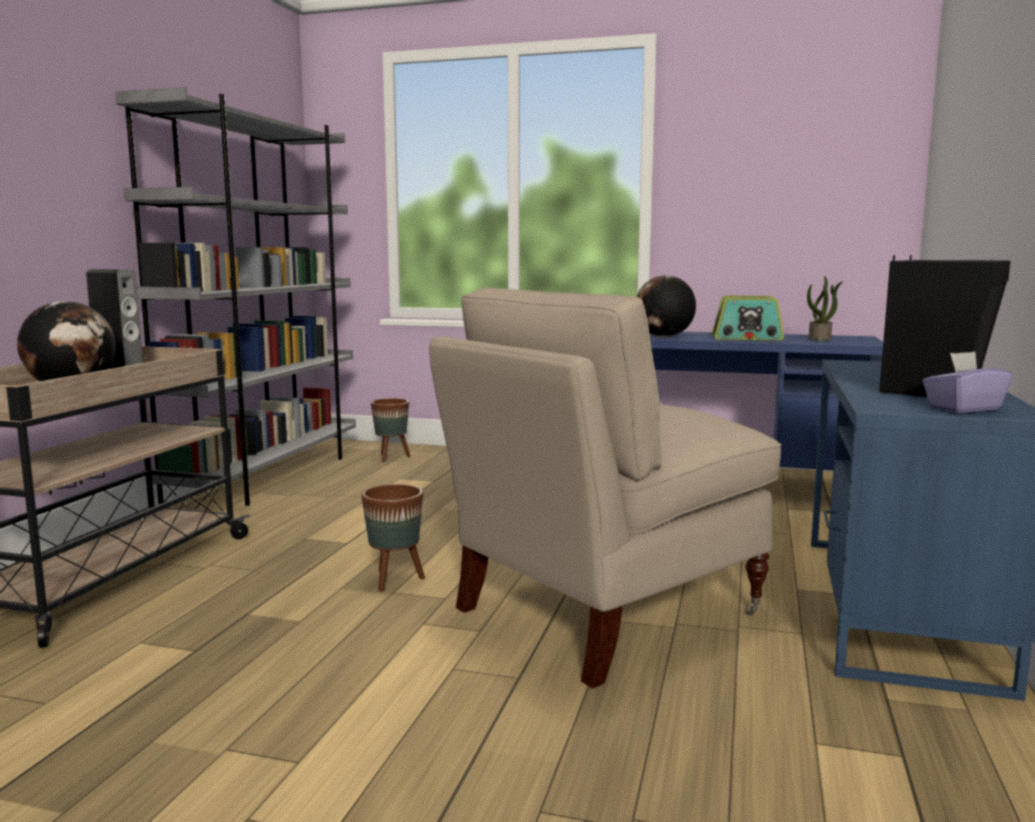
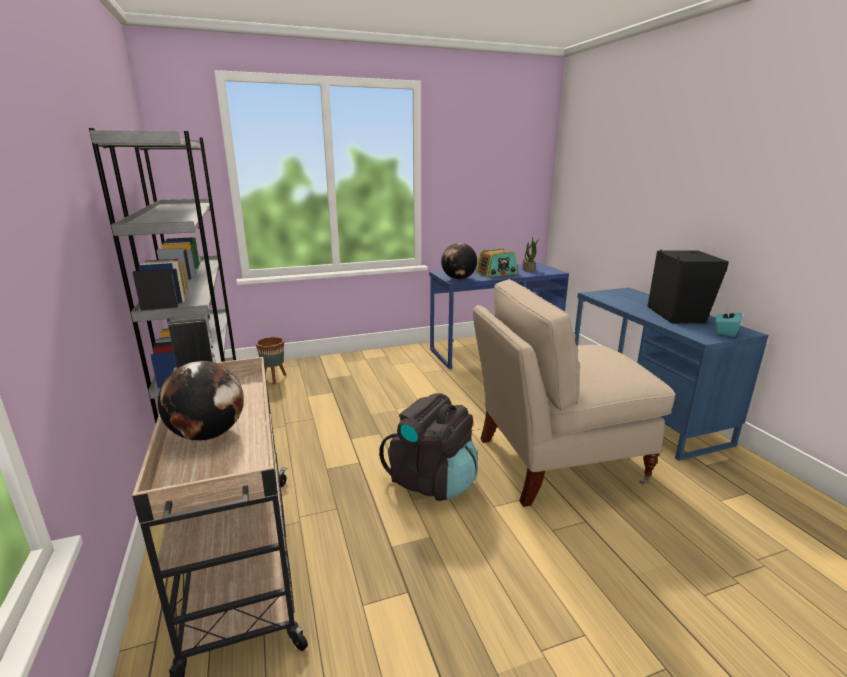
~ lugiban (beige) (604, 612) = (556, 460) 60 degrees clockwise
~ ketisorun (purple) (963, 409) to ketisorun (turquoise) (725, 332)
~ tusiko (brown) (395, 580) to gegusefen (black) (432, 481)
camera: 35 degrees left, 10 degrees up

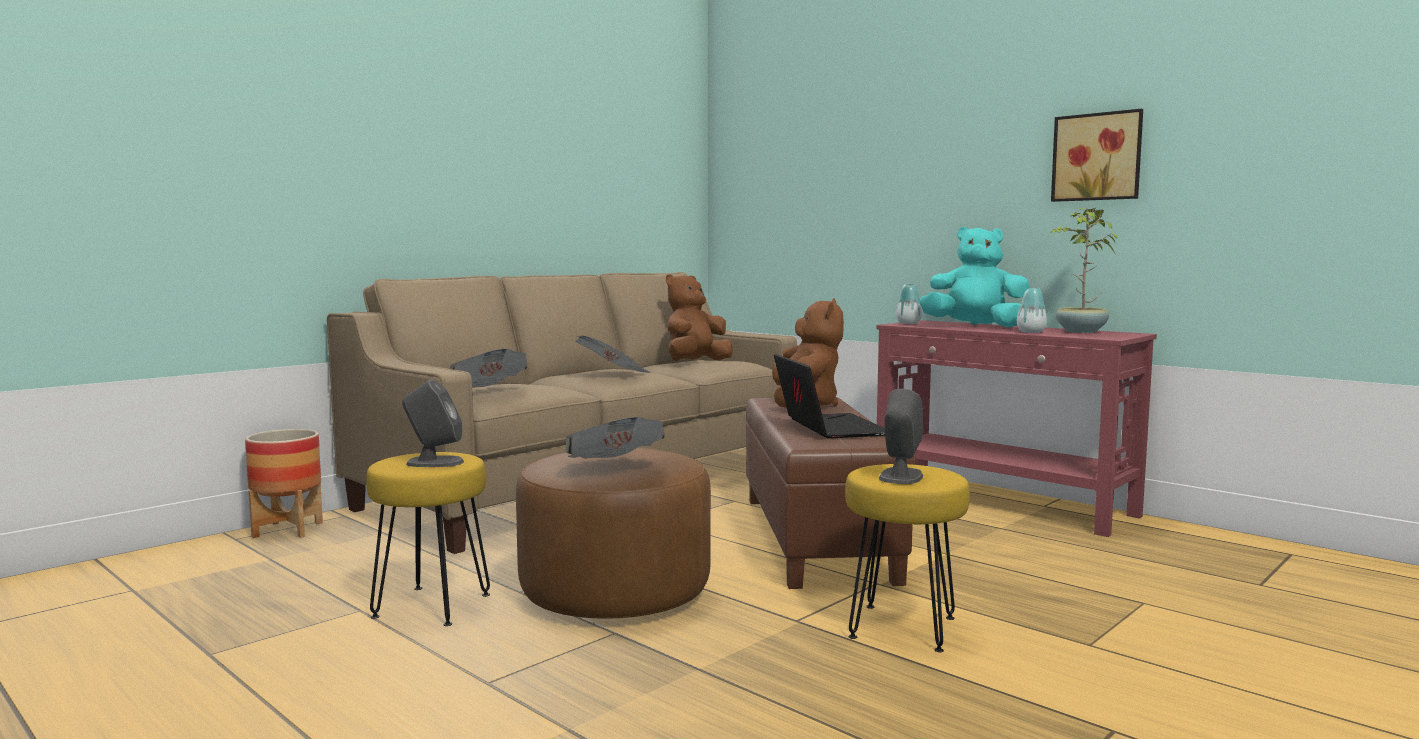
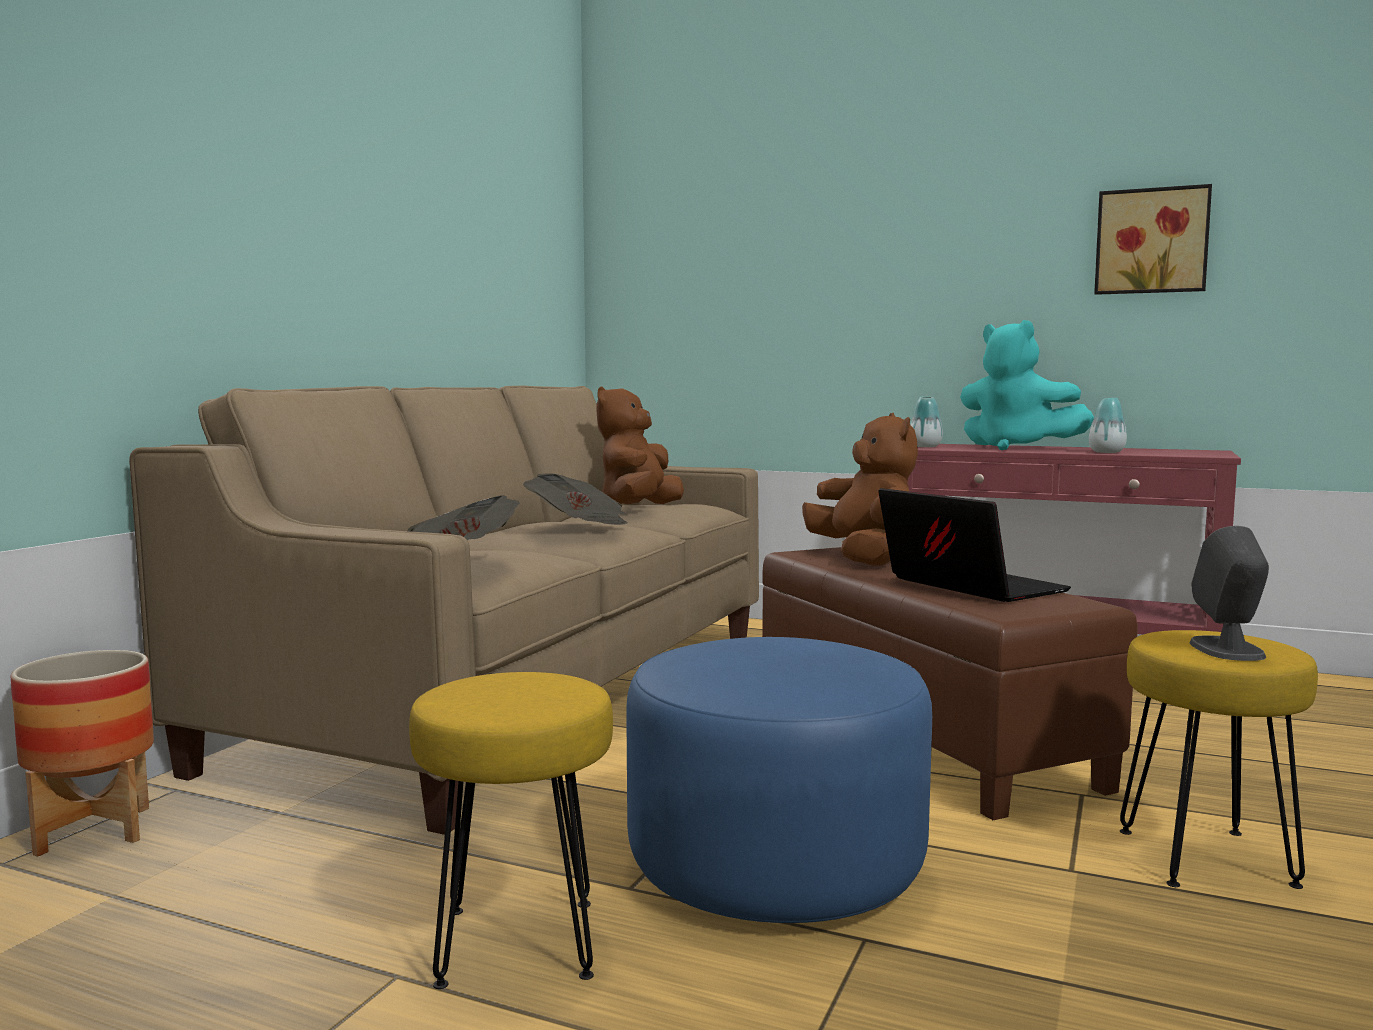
- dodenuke (1080, 331)
~ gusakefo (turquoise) (975, 327) = (1016, 448) 135 degrees counterclockwise
- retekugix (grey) (434, 462)
- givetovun (615, 468)
~ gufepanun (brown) (615, 592) to gufepanun (blue) (774, 866)
camera: 20 degrees left, 0 degrees up

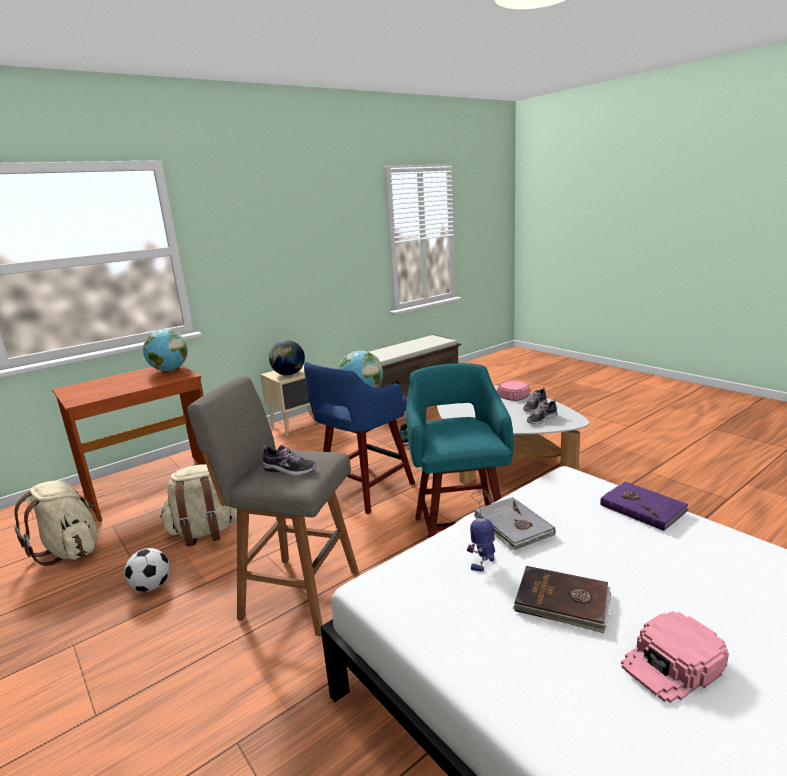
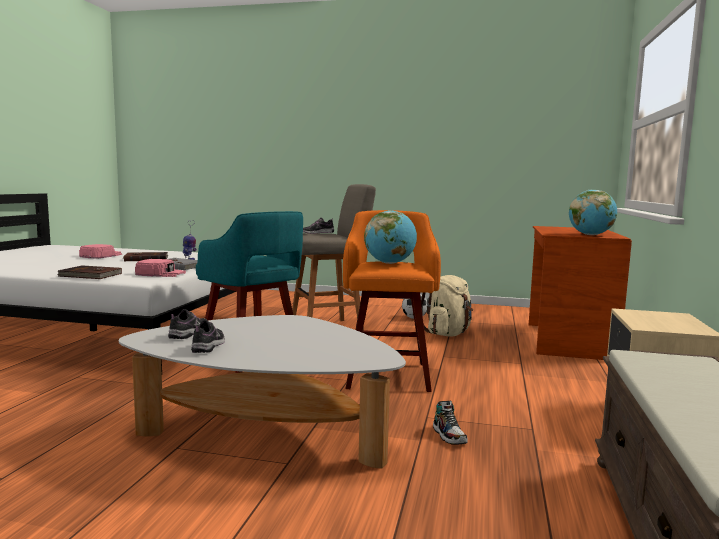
- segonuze (289, 374)
~ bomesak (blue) (364, 489) to bomesak (orange) (388, 374)
~ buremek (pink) (509, 394) to (161, 273)
- gegusefen (beige) (70, 550)
~ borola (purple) (642, 507) to borola (brown) (90, 275)
camera: 140 degrees right, 10 degrees down

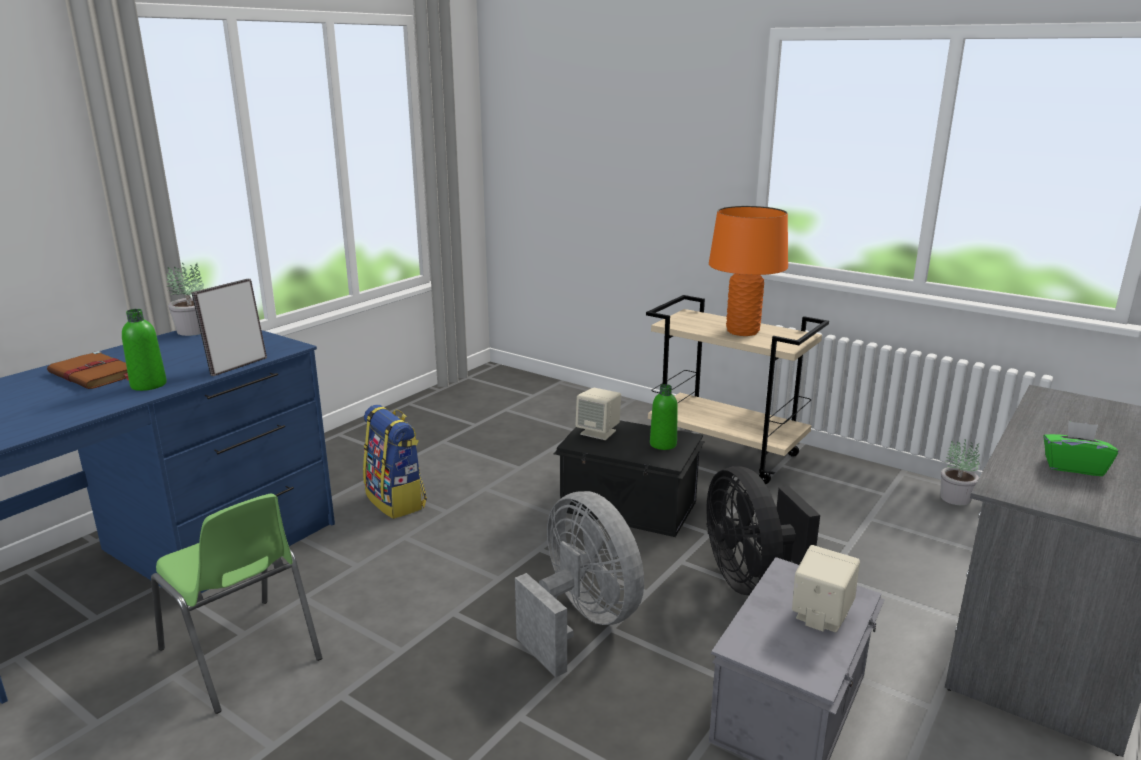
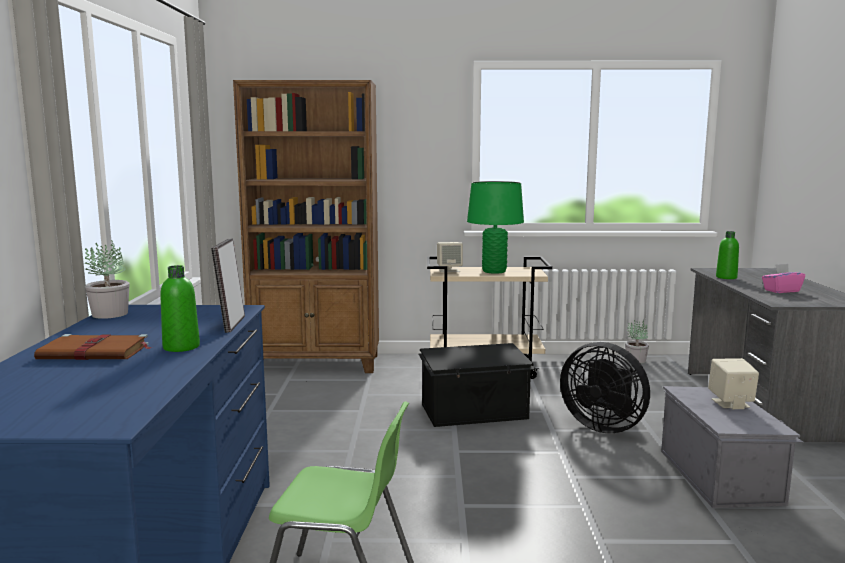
~ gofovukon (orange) (742, 331) to gofovukon (green) (494, 271)
~ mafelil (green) (663, 444) to (726, 277)
~ retekugix (beige) (598, 432) to (449, 270)
- gegusefen (397, 501)
~ ketisorun (green) (1073, 467) to ketisorun (pink) (781, 291)
- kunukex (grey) (581, 622)
+ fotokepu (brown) (317, 364)
camera: 35 degrees left, 10 degrees down

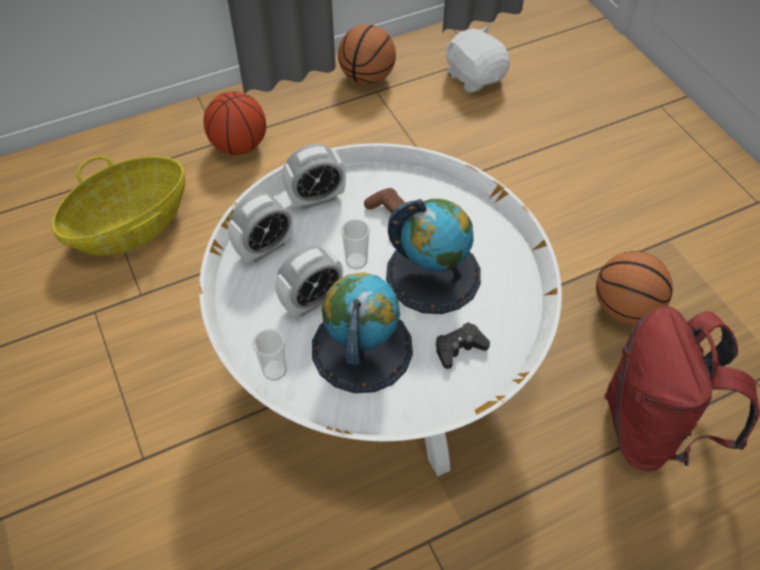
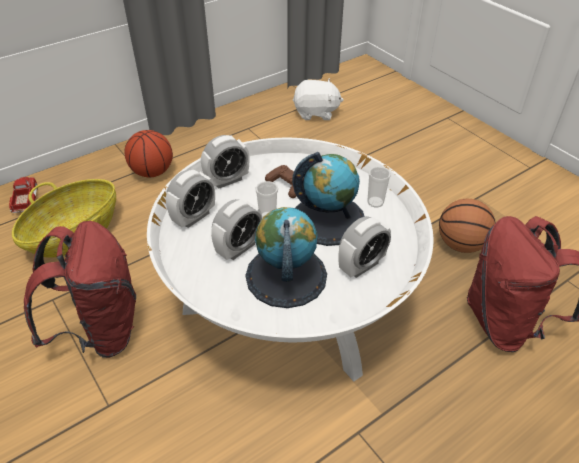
- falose (367, 78)
~ gusakefo (white) (475, 77) = (316, 113) 135 degrees clockwise
~ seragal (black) (459, 348) to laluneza (361, 266)
~ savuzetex (274, 370) to (375, 202)
+ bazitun (26, 199)
+ gegusefen (red) (101, 331)
camera: 10 degrees left, 10 degrees down

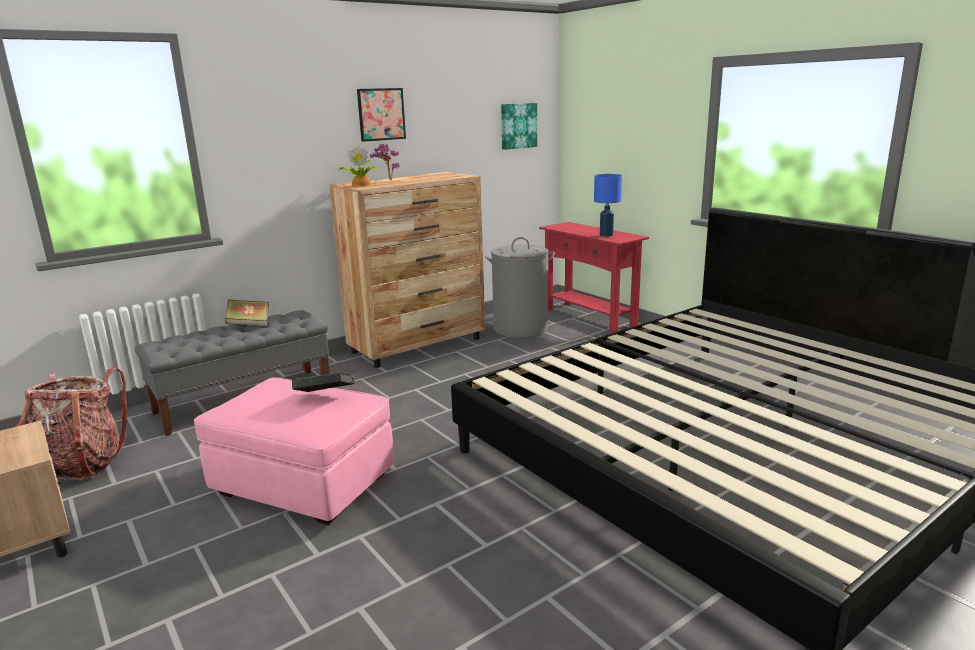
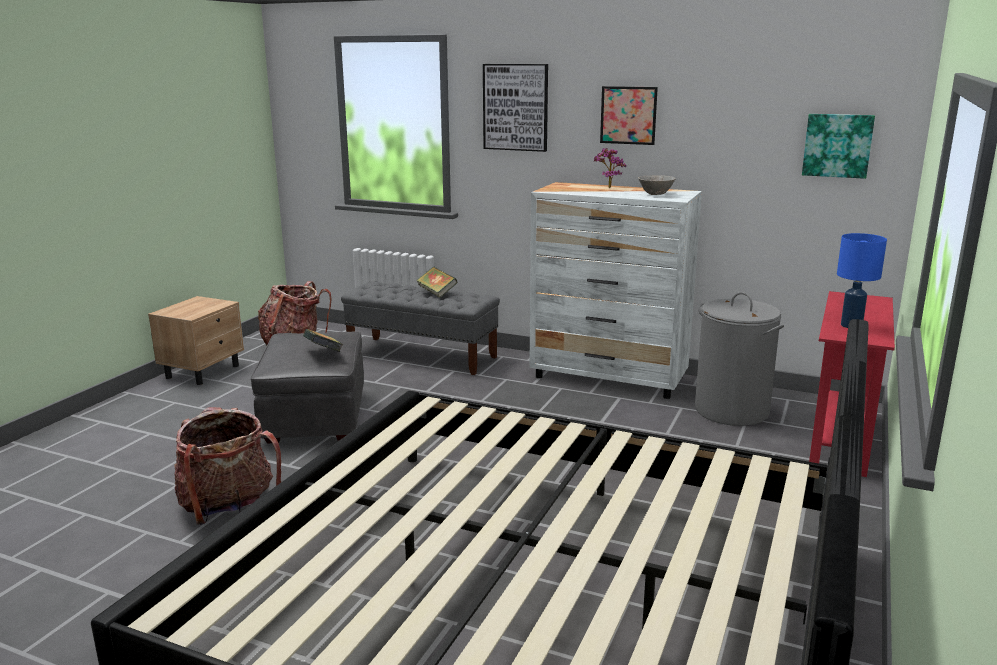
- dodenuke (360, 185)
~ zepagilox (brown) (418, 345) to zepagilox (white) (609, 378)
~ gufepanun (pink) (303, 484) to gufepanun (grey) (314, 417)
+ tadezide (516, 107)
+ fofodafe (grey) (655, 194)
+ gegusefen (228, 506)
camera: 60 degrees right, 0 degrees up

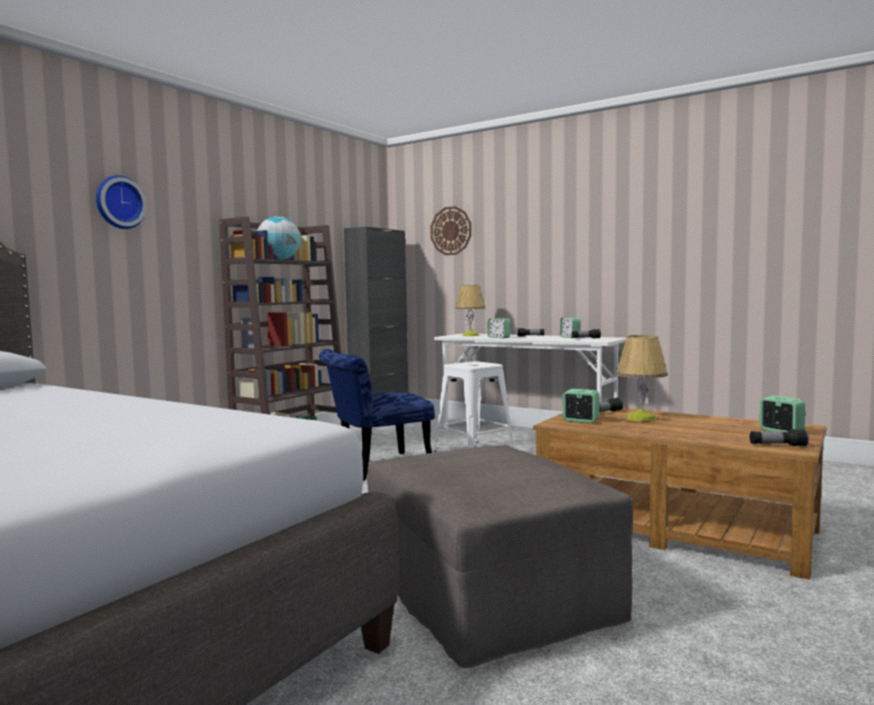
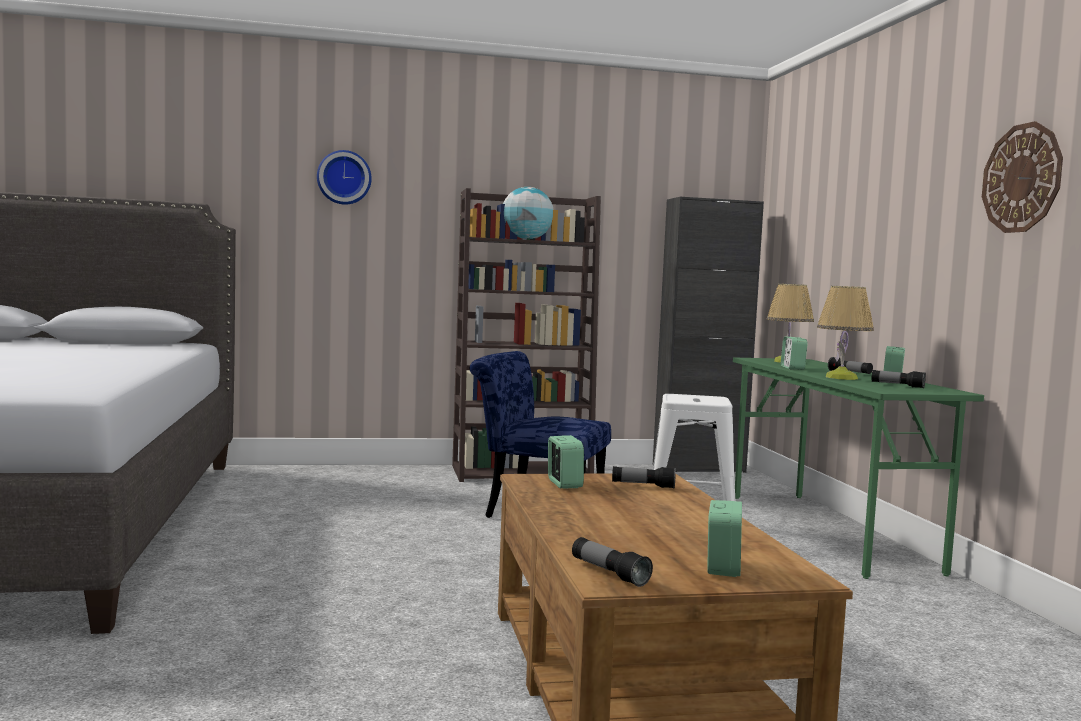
~ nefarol (451, 231) to (1022, 178)
~ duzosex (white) (528, 435) to duzosex (green) (828, 531)
~ gofovukon (641, 418) to (841, 377)
- gufepanun (grey) (486, 595)
camera: 45 degrees right, 0 degrees up

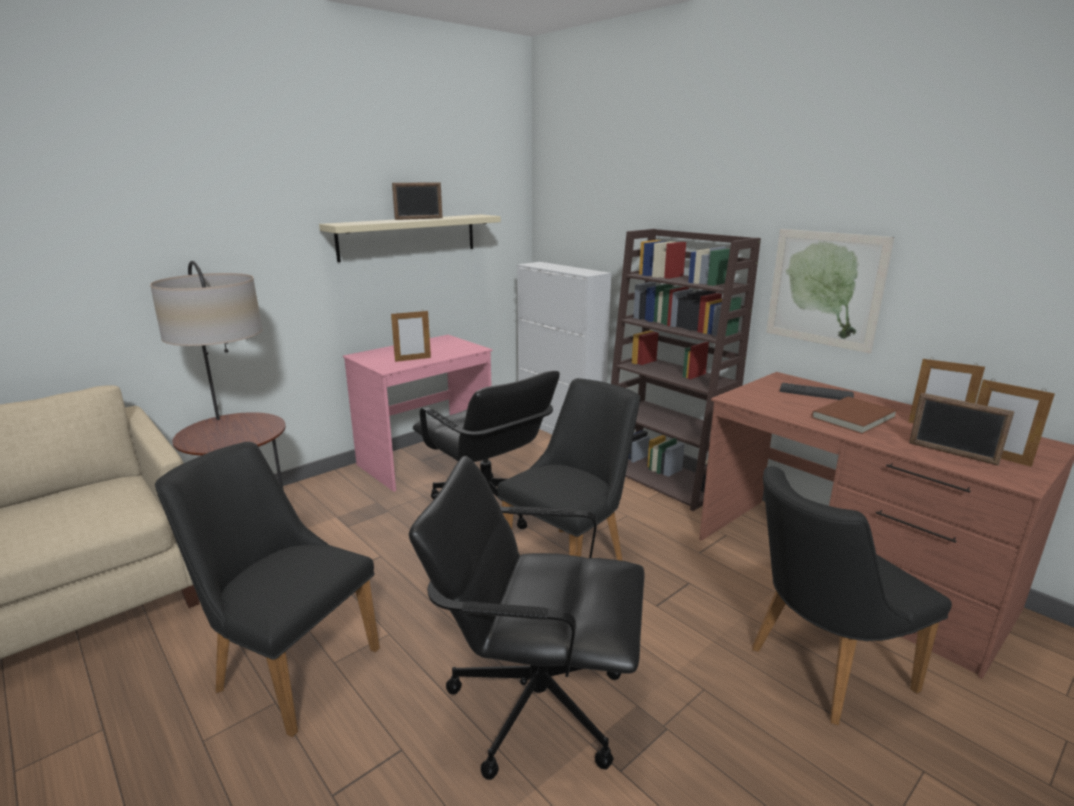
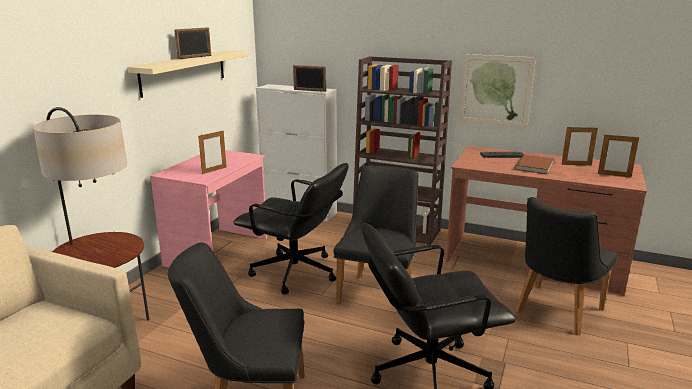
~ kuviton (952, 453) to (309, 90)
camera: 25 degrees left, 0 degrees up

